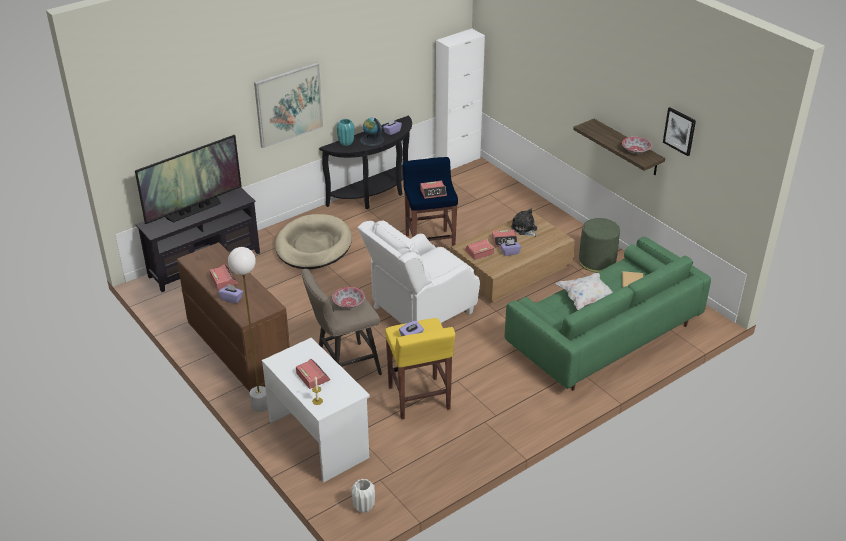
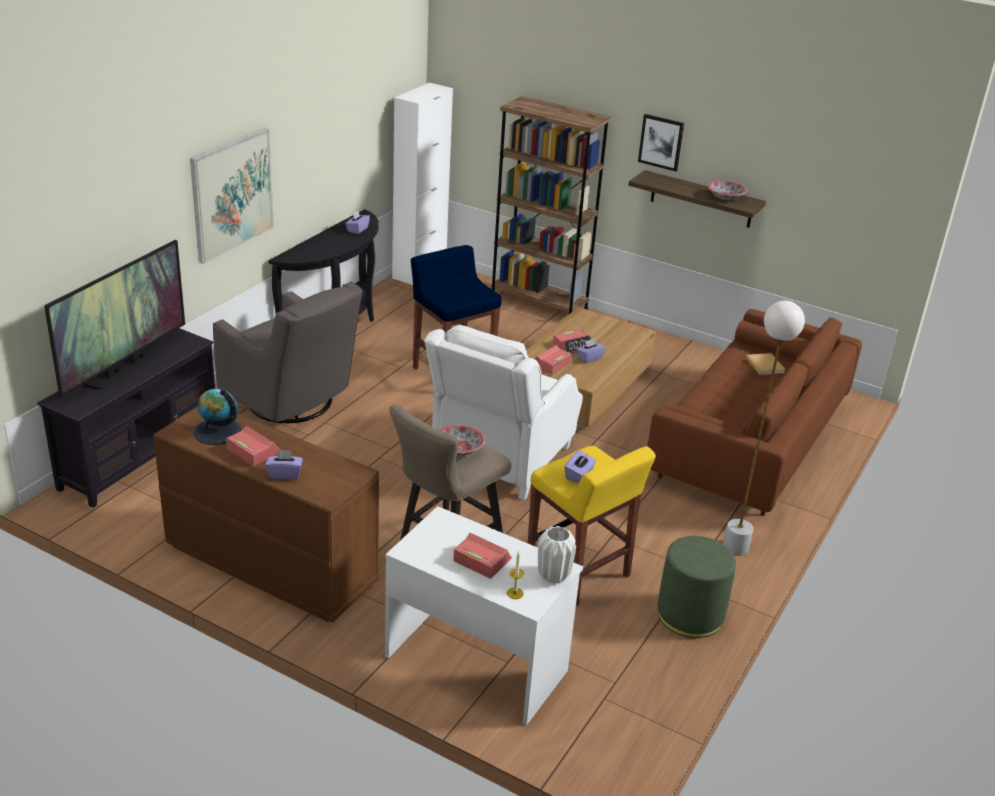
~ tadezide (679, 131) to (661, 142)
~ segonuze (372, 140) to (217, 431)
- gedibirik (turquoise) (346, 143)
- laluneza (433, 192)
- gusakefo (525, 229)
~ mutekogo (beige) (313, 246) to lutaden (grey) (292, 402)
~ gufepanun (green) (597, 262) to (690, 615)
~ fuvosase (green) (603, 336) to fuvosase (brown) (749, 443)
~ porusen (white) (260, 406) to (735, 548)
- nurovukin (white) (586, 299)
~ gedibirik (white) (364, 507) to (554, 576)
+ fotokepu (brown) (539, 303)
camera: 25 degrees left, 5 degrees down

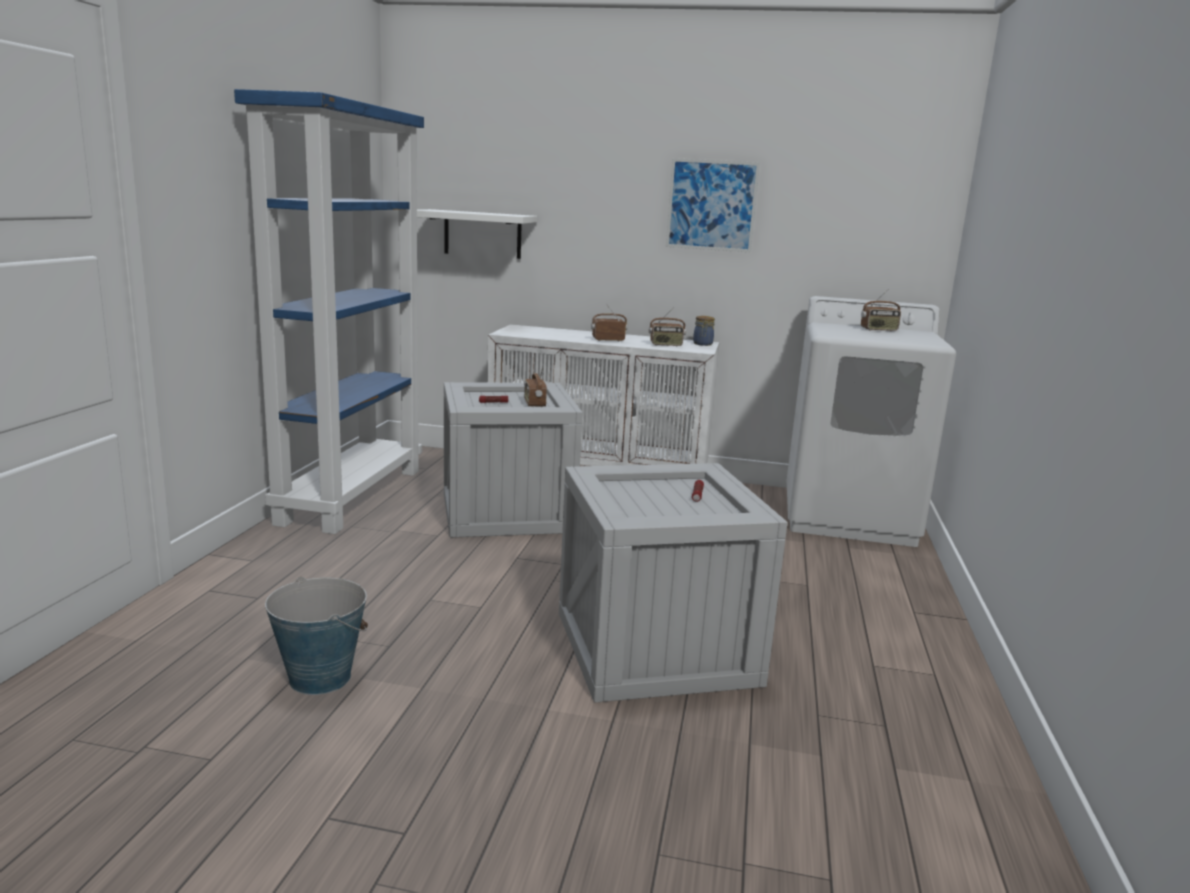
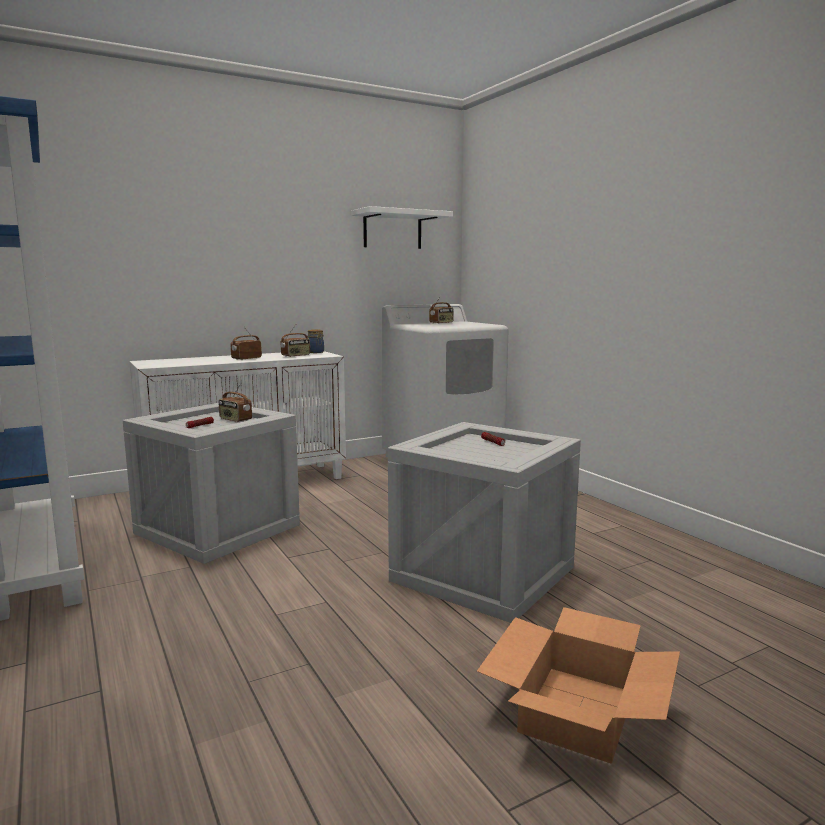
- tadezide (711, 205)
~ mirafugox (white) (482, 234) to (392, 230)
- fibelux (320, 677)
+ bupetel (577, 711)
camera: 40 degrees left, 5 degrees down

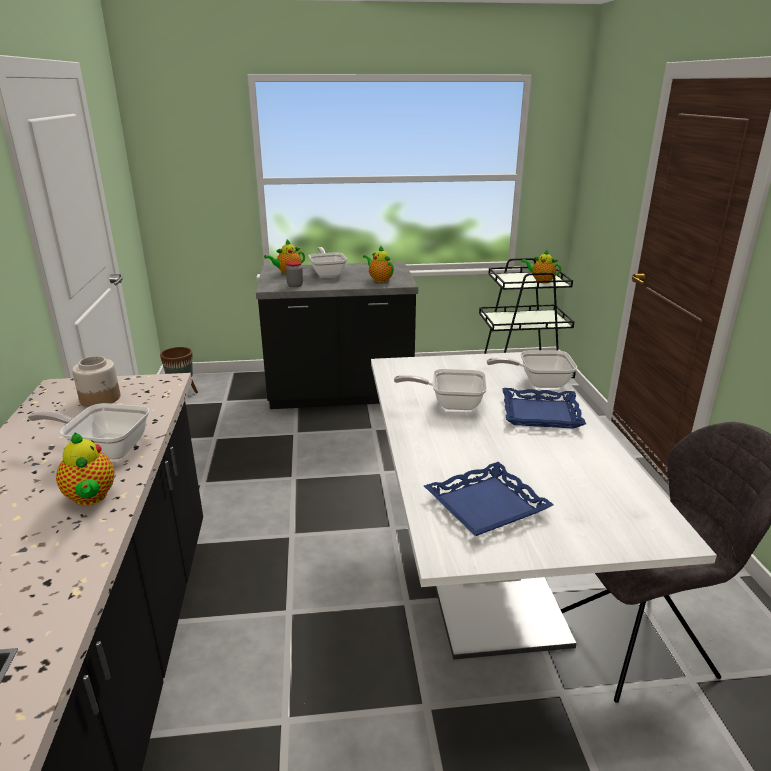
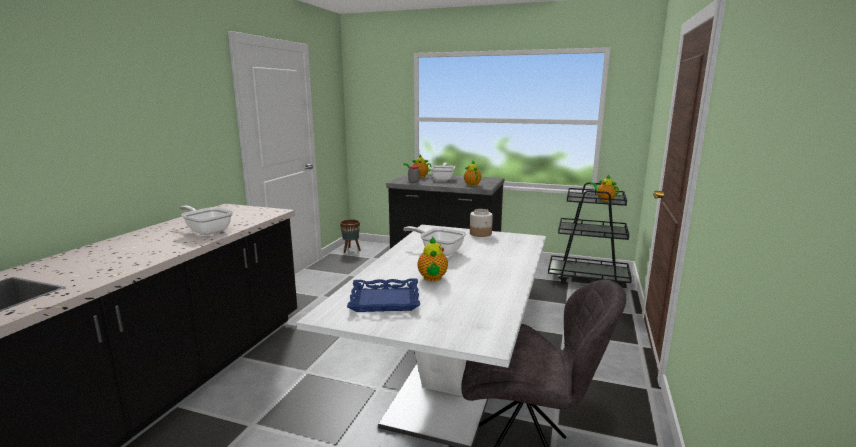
- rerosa (538, 382)
~ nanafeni (100, 398) to (481, 233)
- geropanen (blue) (540, 414)
~ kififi (91, 498) to (432, 278)
camera: 25 degrees right, 10 degrees down

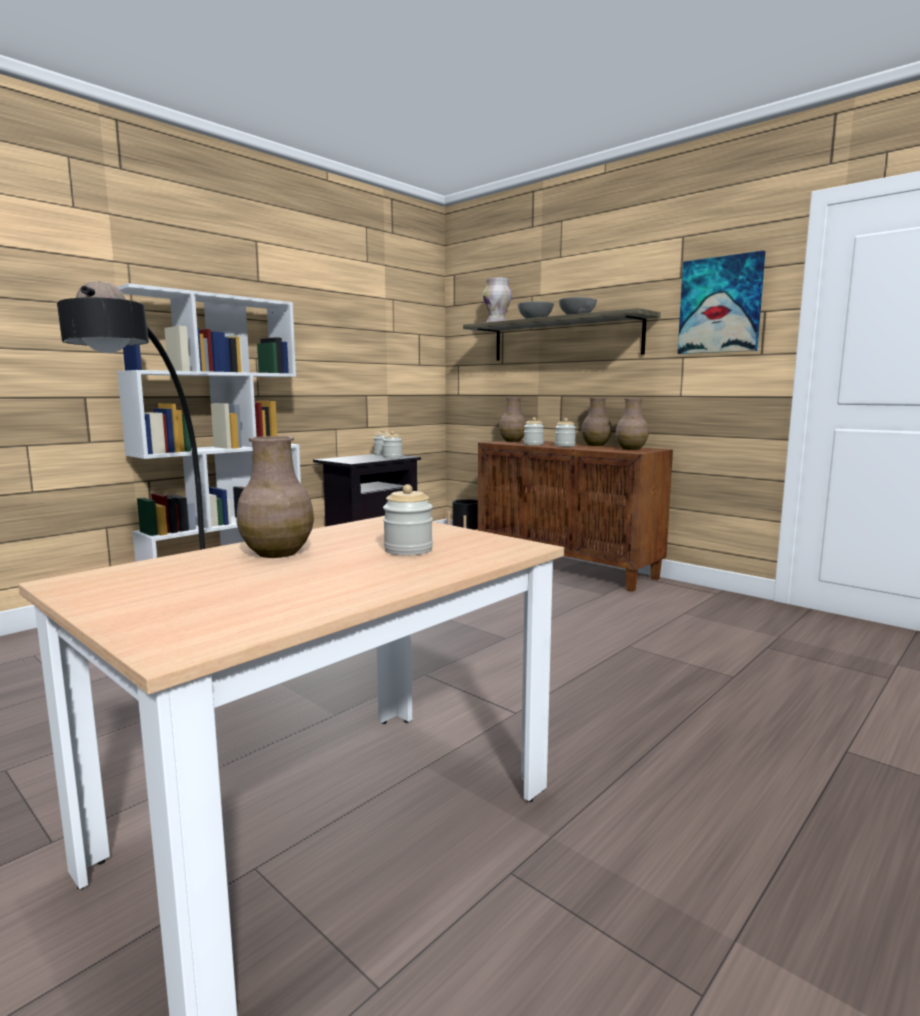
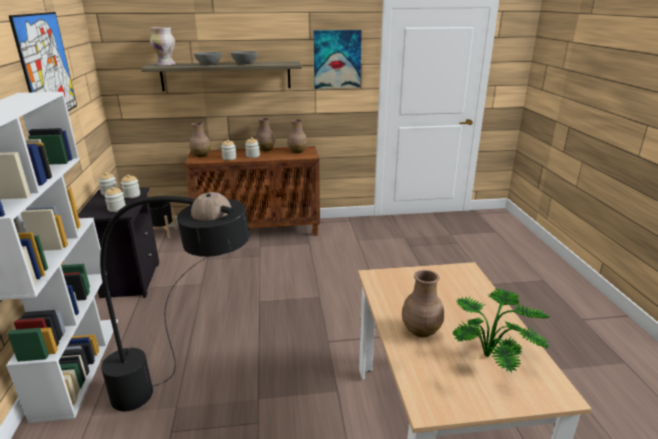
~ nanafeni (408, 550) to (116, 208)
+ tadezide (46, 67)
+ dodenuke (493, 357)
camera: 50 degrees left, 15 degrees up

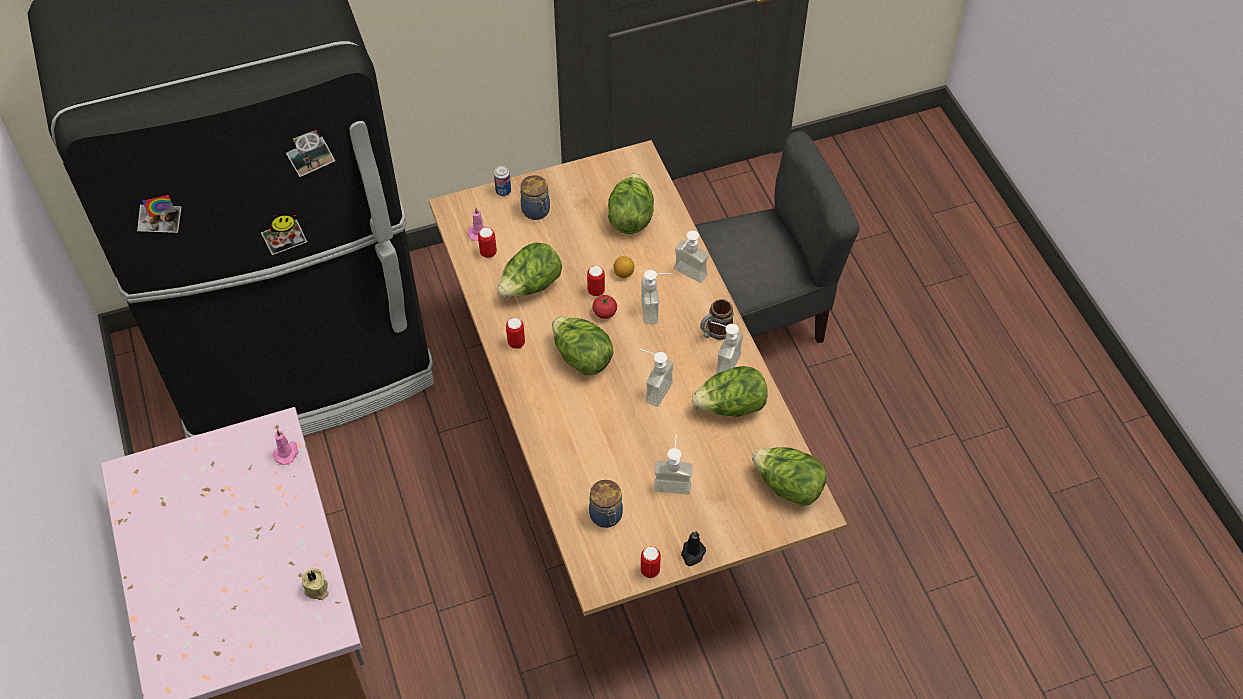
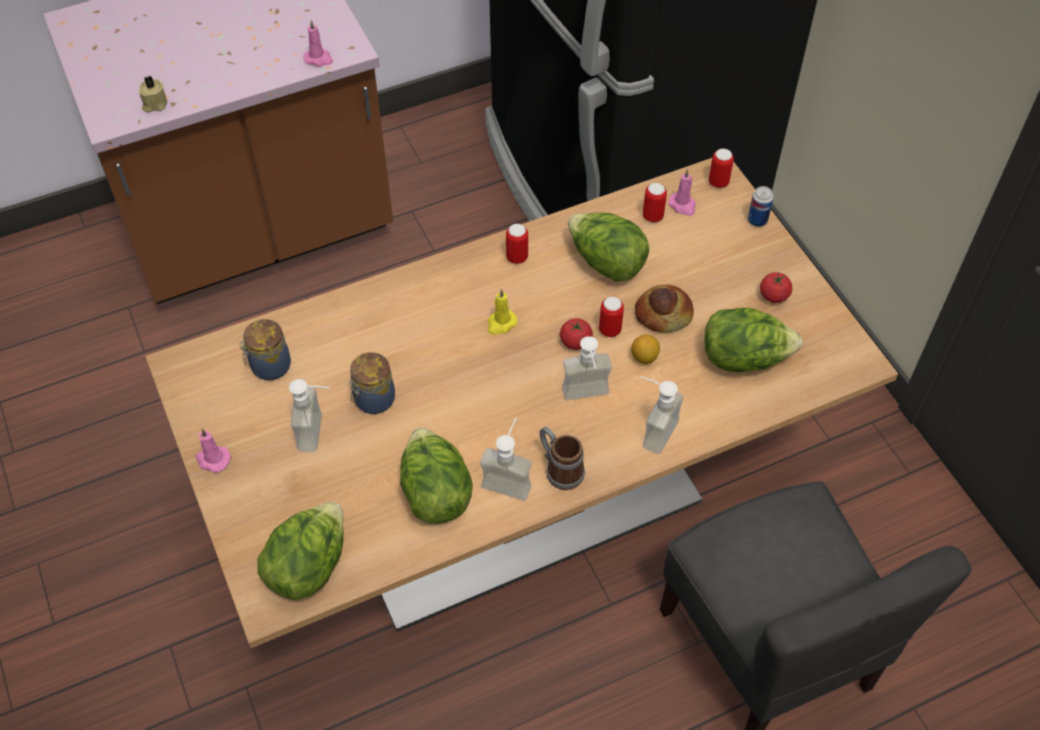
~ nanafeni (536, 211) to (373, 400)
~ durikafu (581, 358) to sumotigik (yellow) (501, 323)
- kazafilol (652, 389)
~ sumotigik (black) (692, 554) to sumotigik (pink) (212, 459)
~ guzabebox (650, 570) to (718, 182)
+ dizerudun (773, 295)
+ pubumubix (663, 313)
camera: 85 degrees right, 0 degrees up

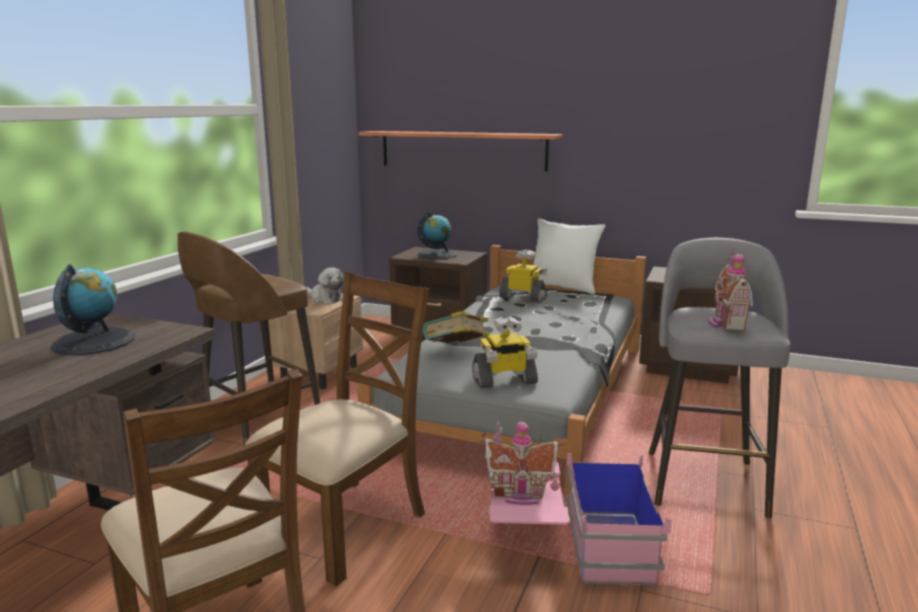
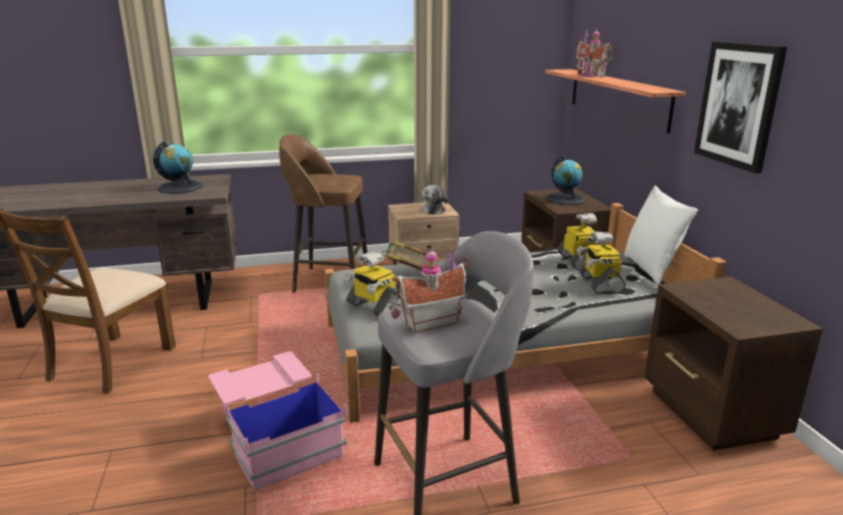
- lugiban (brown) (346, 526)
~ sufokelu (519, 494) to (589, 76)
+ tadezide (738, 105)
+ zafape (599, 283)
camera: 55 degrees right, 5 degrees up

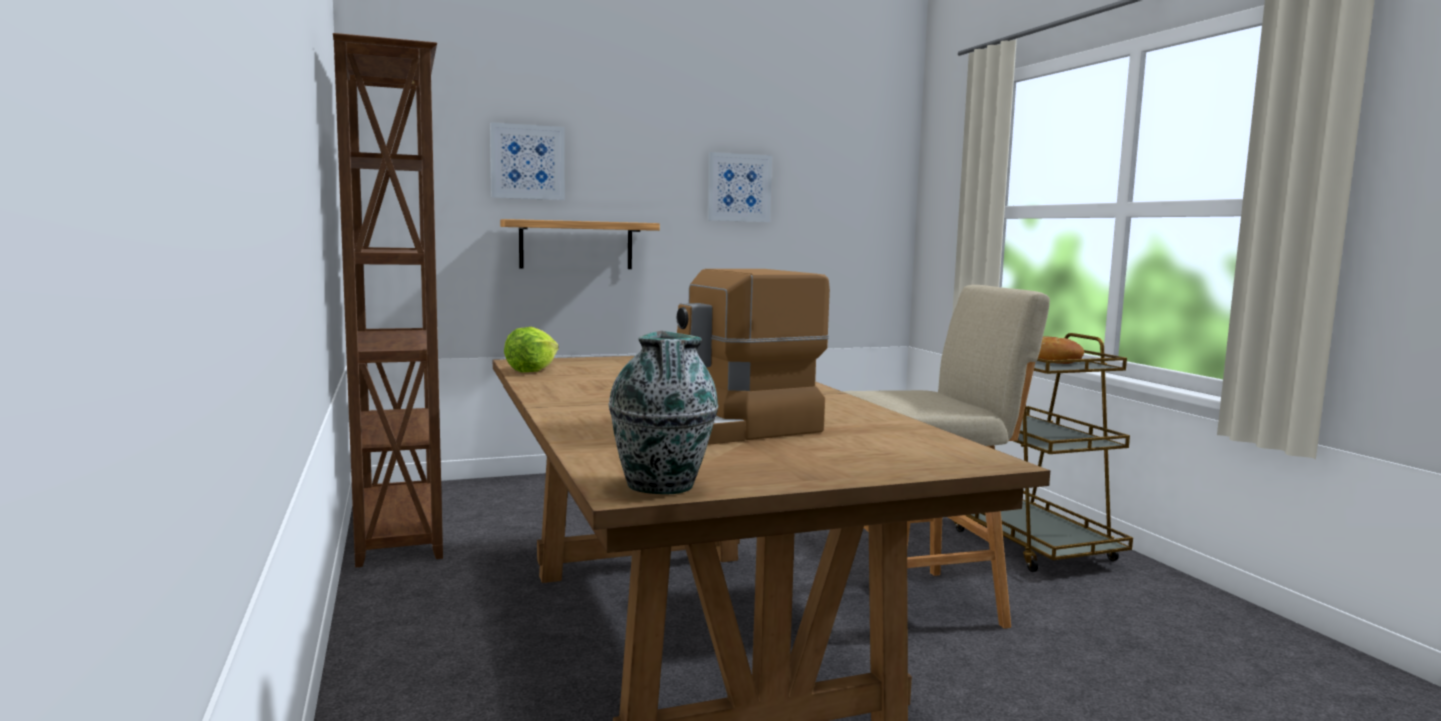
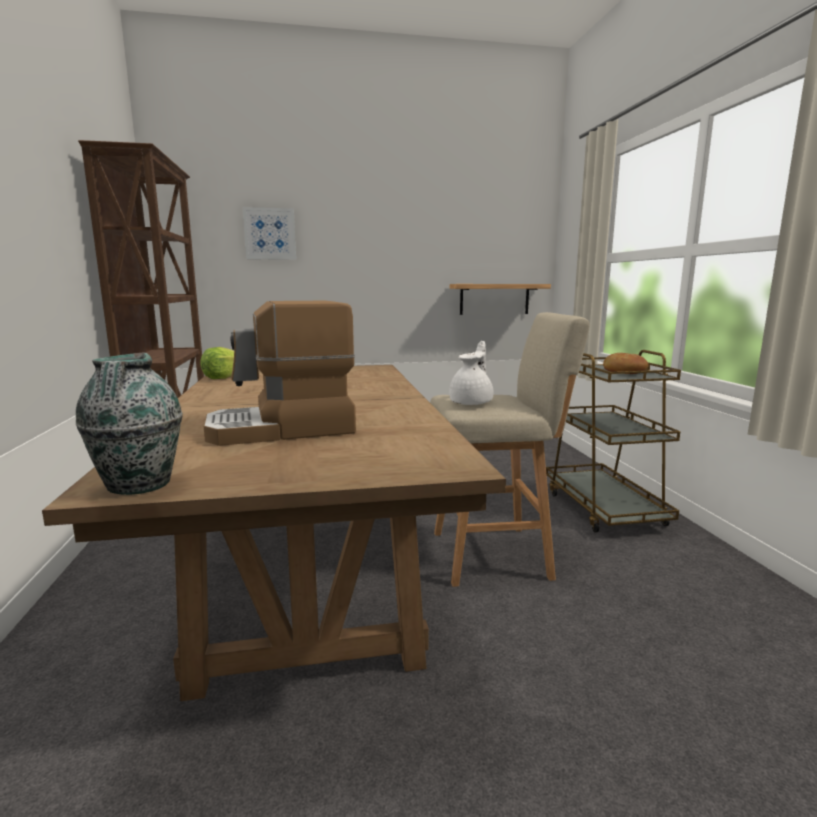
- tadezide (738, 187)
~ mirafugox (576, 245) to (494, 299)
+ kififi (white) (472, 403)
camera: 10 degrees right, 5 degrees up

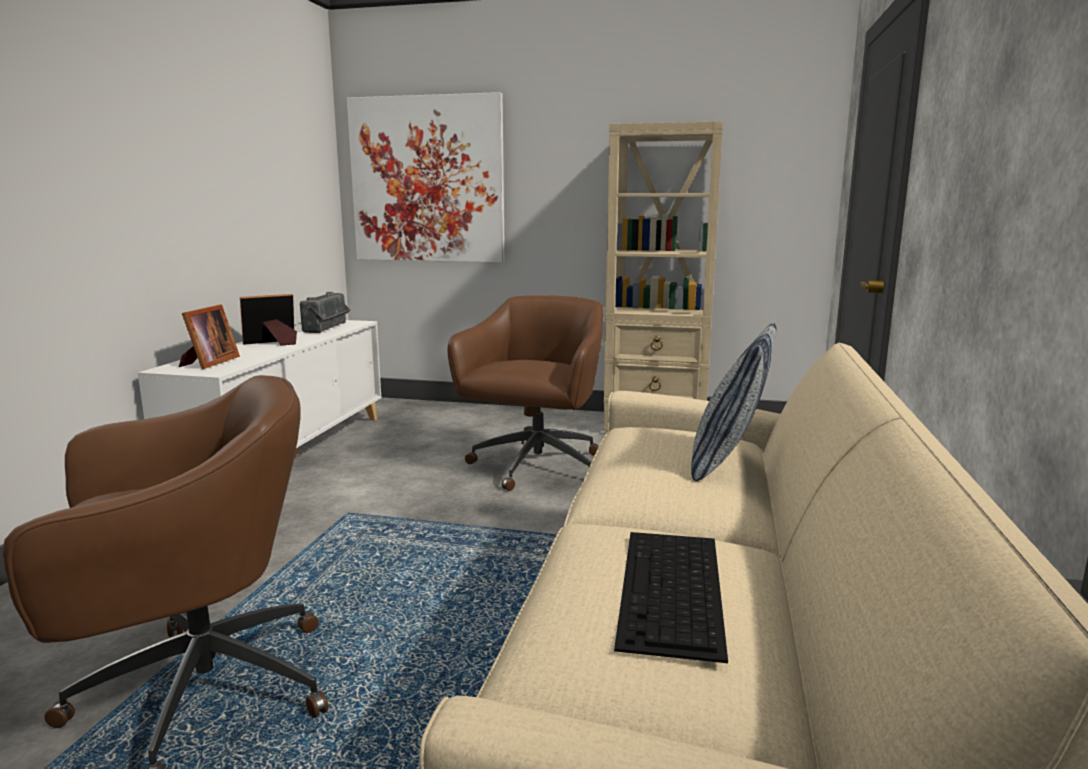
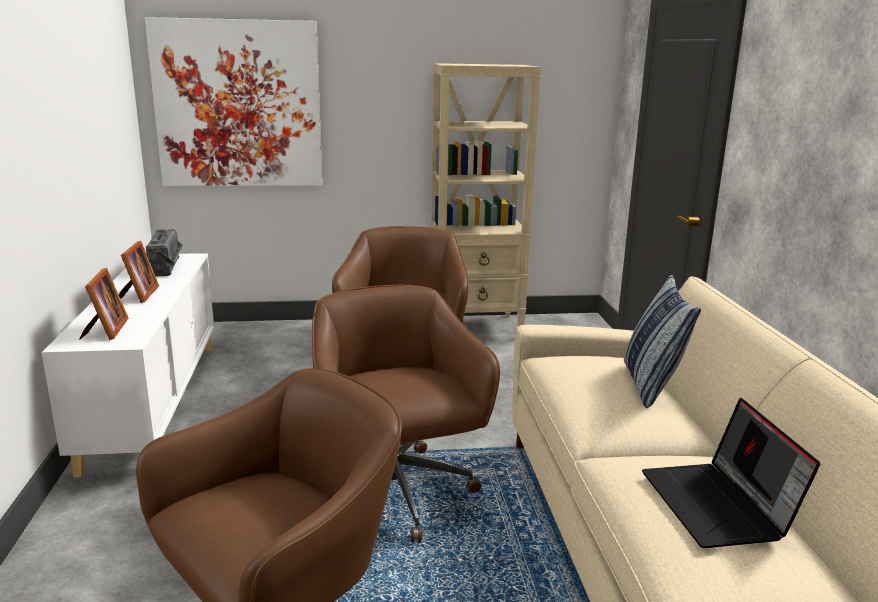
~ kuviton (273, 343) = (138, 295) 135 degrees clockwise
~ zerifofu (672, 589) to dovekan (719, 506)
+ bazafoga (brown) (394, 495)
camera: 20 degrees left, 5 degrees up

